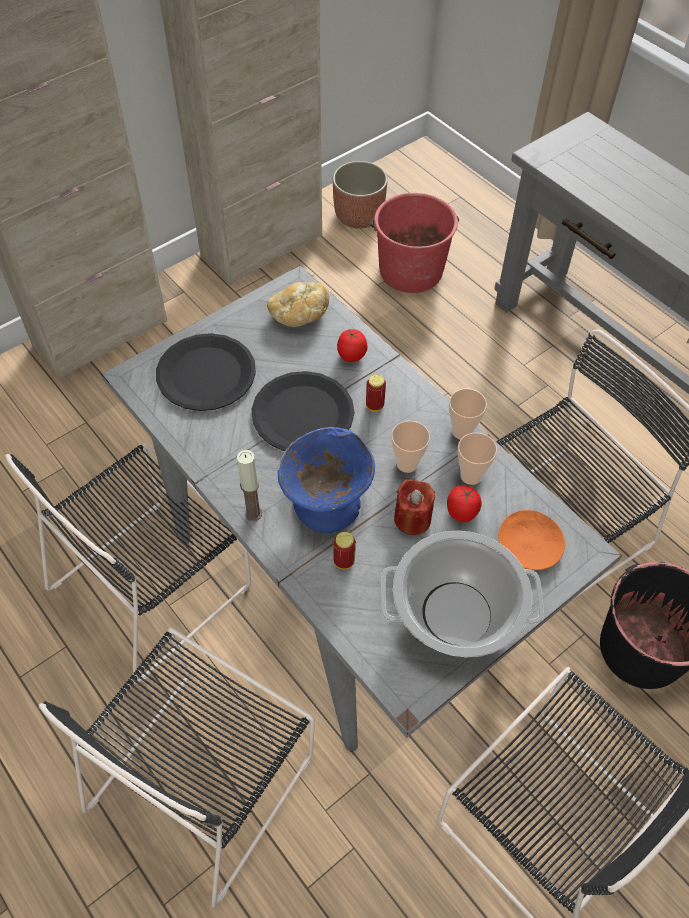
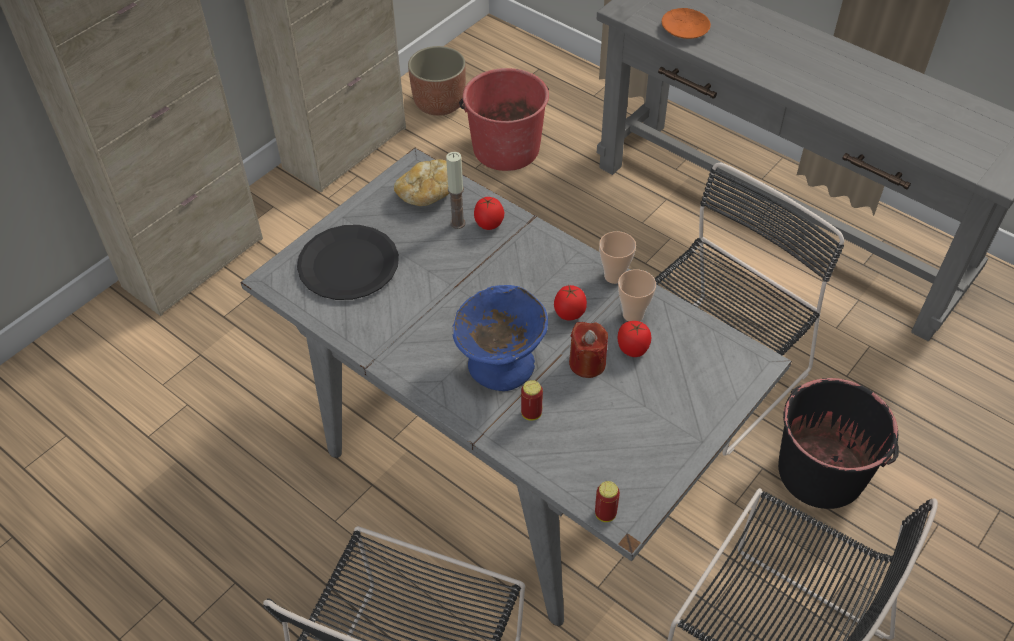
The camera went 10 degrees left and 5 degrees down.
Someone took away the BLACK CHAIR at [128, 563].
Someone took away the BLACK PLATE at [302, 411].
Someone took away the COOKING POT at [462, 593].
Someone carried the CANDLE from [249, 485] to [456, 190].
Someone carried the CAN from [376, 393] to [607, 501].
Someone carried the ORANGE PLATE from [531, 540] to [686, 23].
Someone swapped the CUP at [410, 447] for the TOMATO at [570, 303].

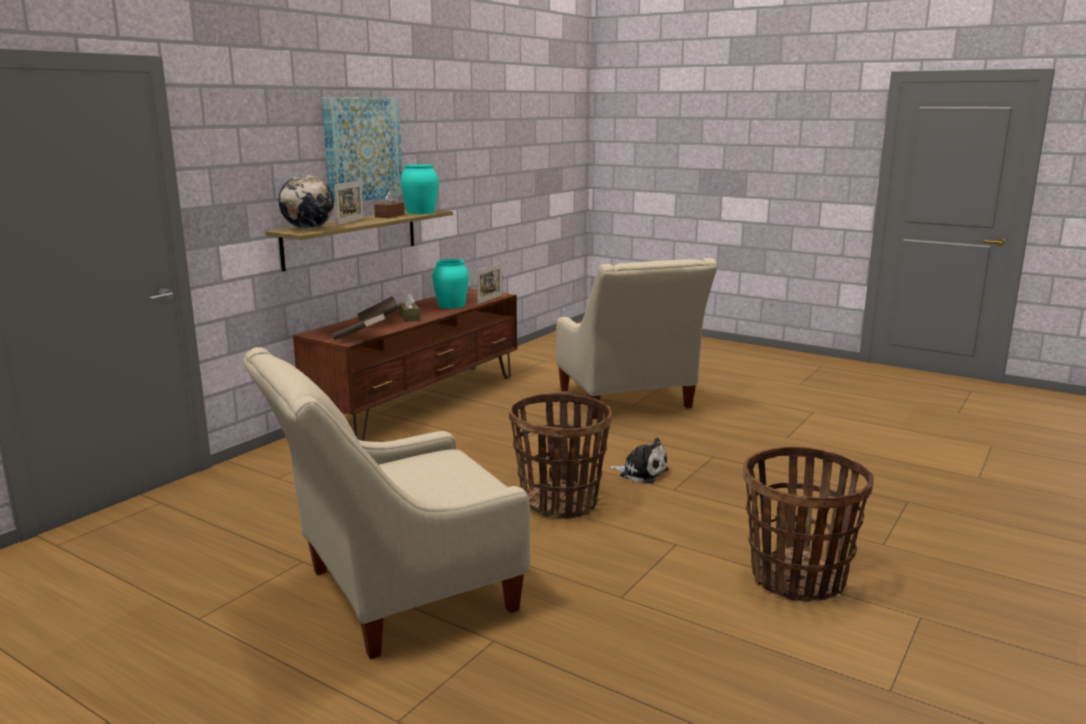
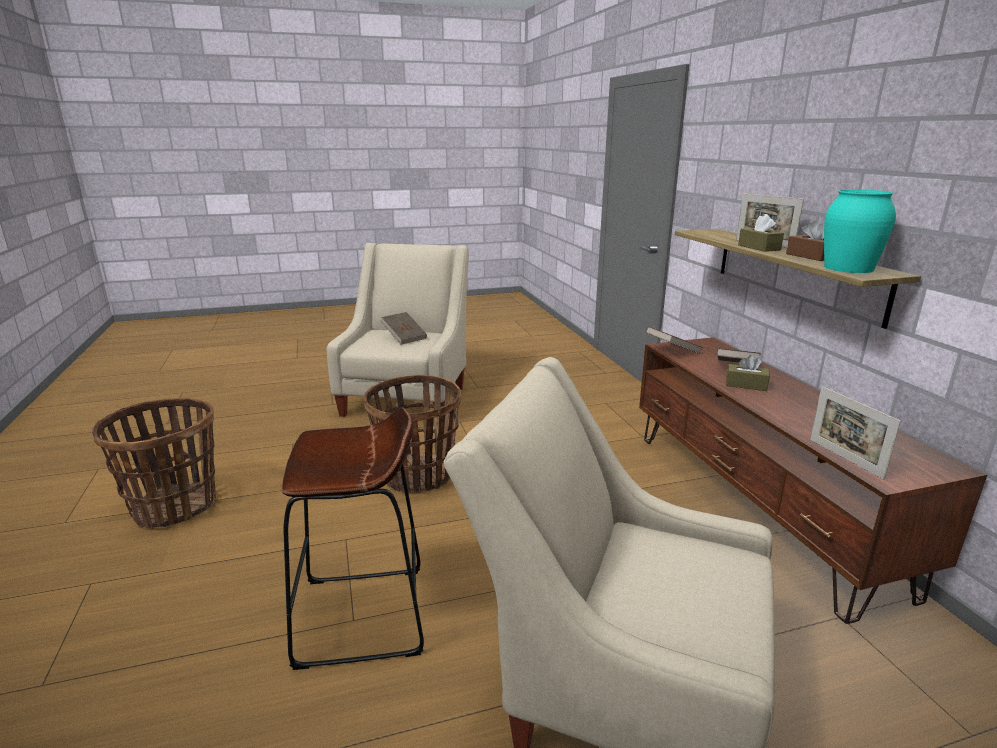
The camera went 130 degrees right and 5 degrees up.
Someone took away the GLOBE at [306, 201].
Someone took away the PICTURE at [362, 150].
Someone took away the TURQUOISE VASE at [450, 284].
Someone took away the PLUSH TOY at [639, 460].
Someone put down the BROWN STOOL at [353, 538].
Someone put down the BROWN BOOK at [404, 328].
Someone put down the BROWN TISSUE BOX at [761, 233].

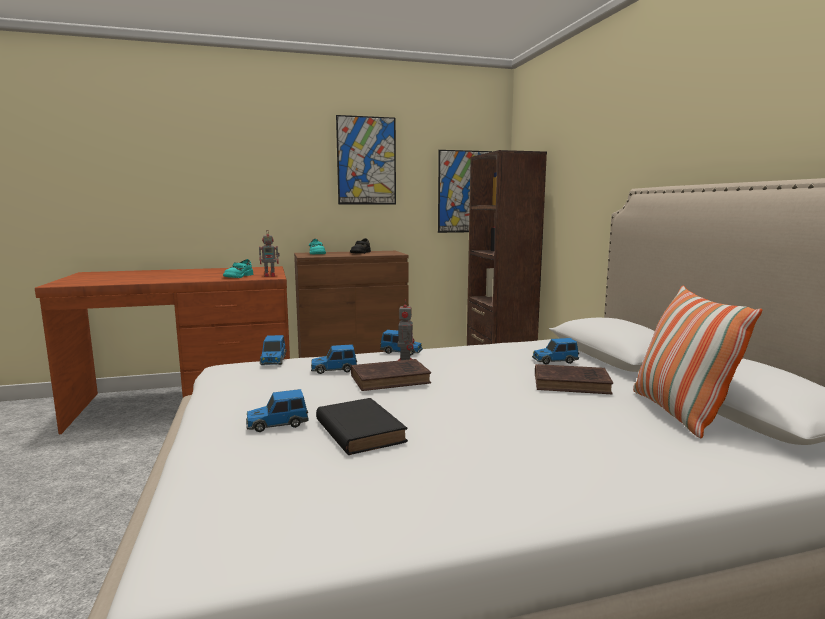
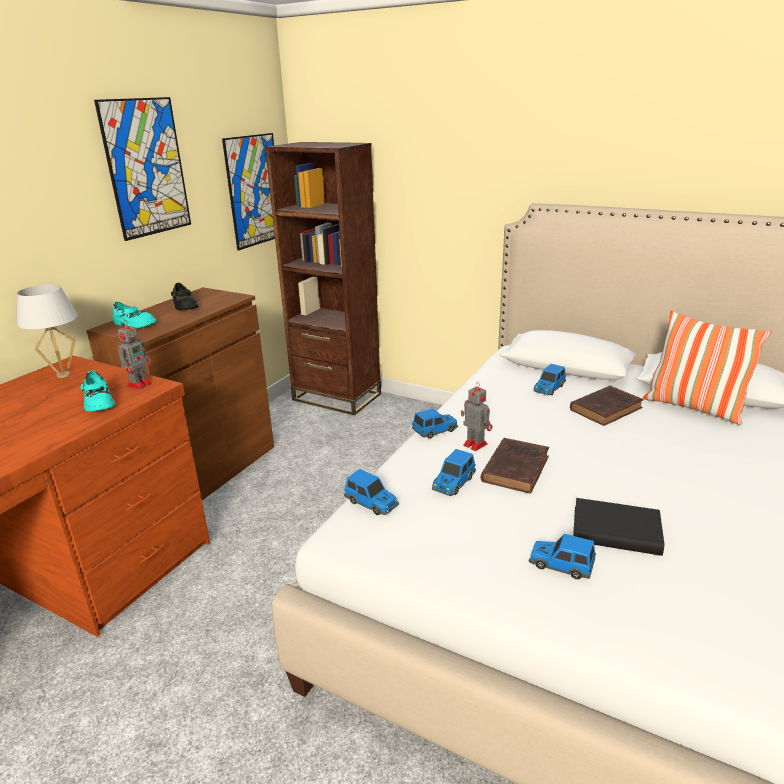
The camera went 45 degrees left and 15 degrees up.
Someone put down the WHITE TABLE LAMP at [47, 331].
Someone rotated the TOY CAR at [277, 410] by 90 degrees clockwise.

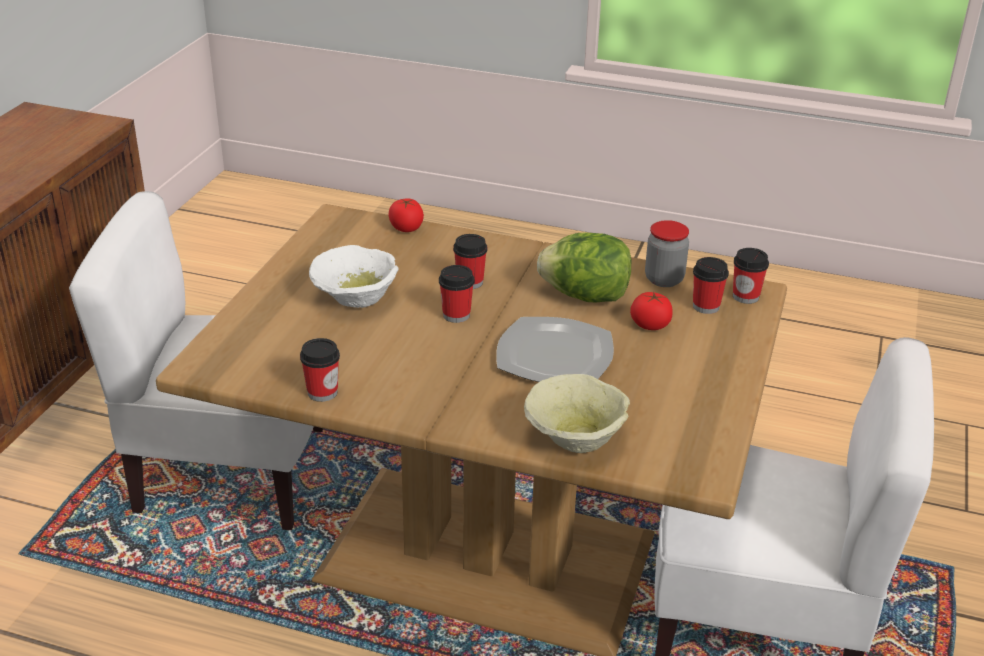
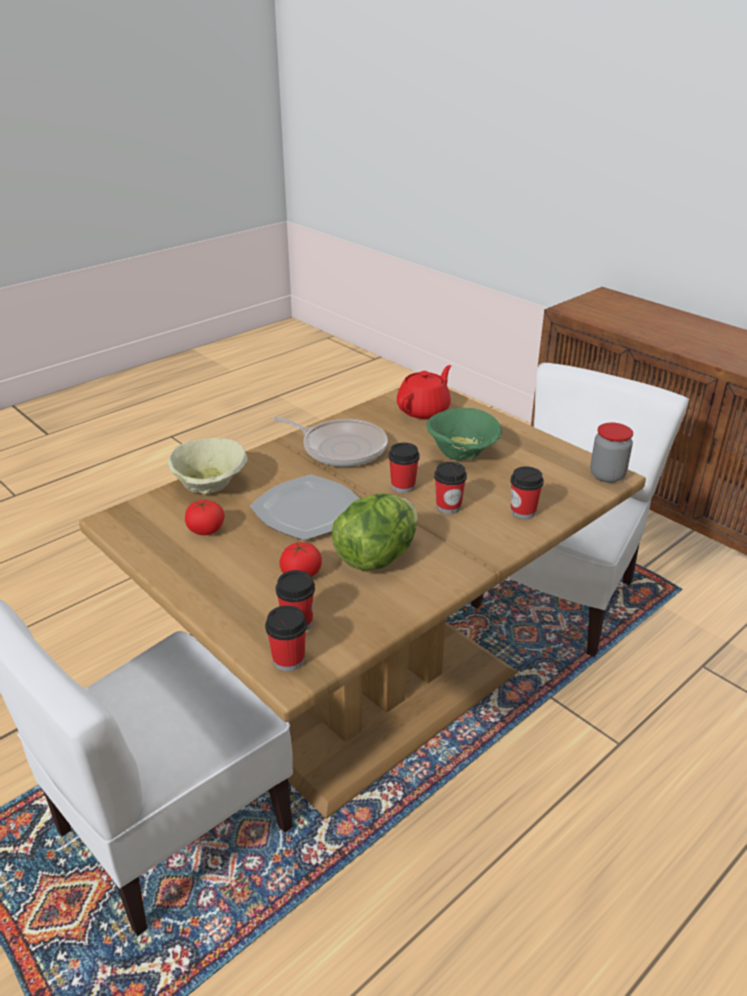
The camera went 120 degrees right and 0 degrees up.
Someone put down the FRYING PAN at [330, 442].
Someone put down the RED TEAPOT at [424, 392].
Someone carried the CUP from [320, 370] to [527, 492].
Someone carried the TOMATO from [406, 215] to [205, 517].
Someone carried the JAR from [667, 253] to [611, 453].
Someone repainted the WHITE BOWL at [353, 276], which became the GREEN BOWL at [464, 434].

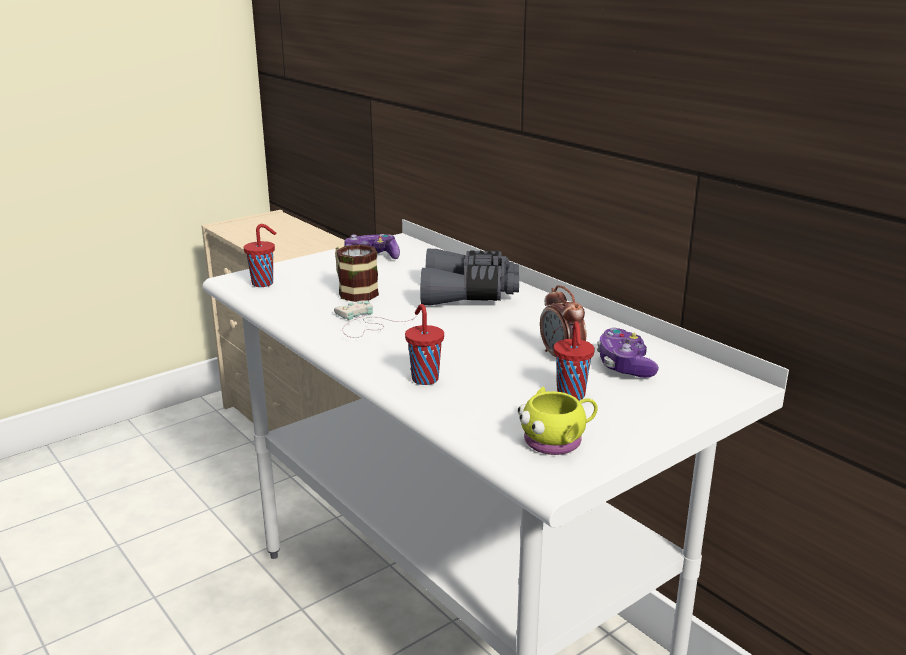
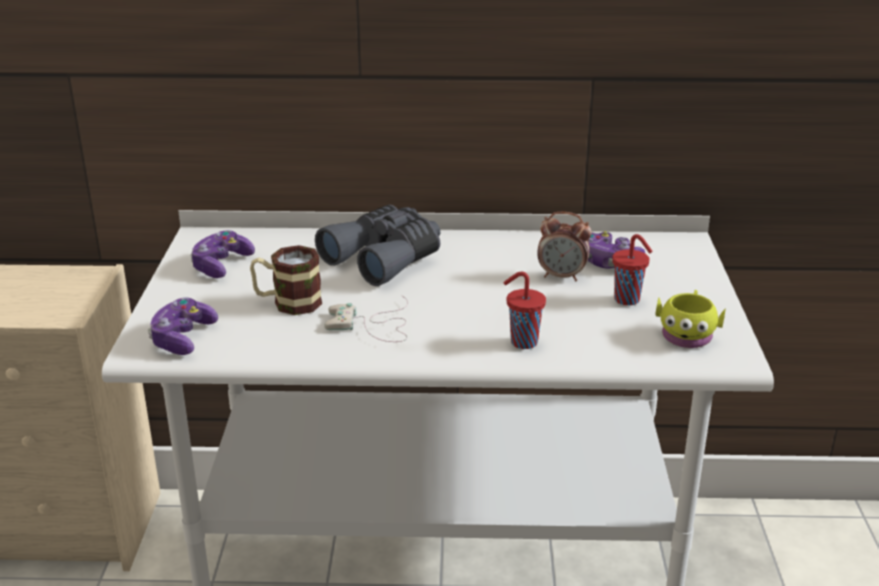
The camera went 50 degrees left and 5 degrees up.
Someone swapped the RED CUP at [260, 255] for the GAME CONTROLLER at [183, 326].

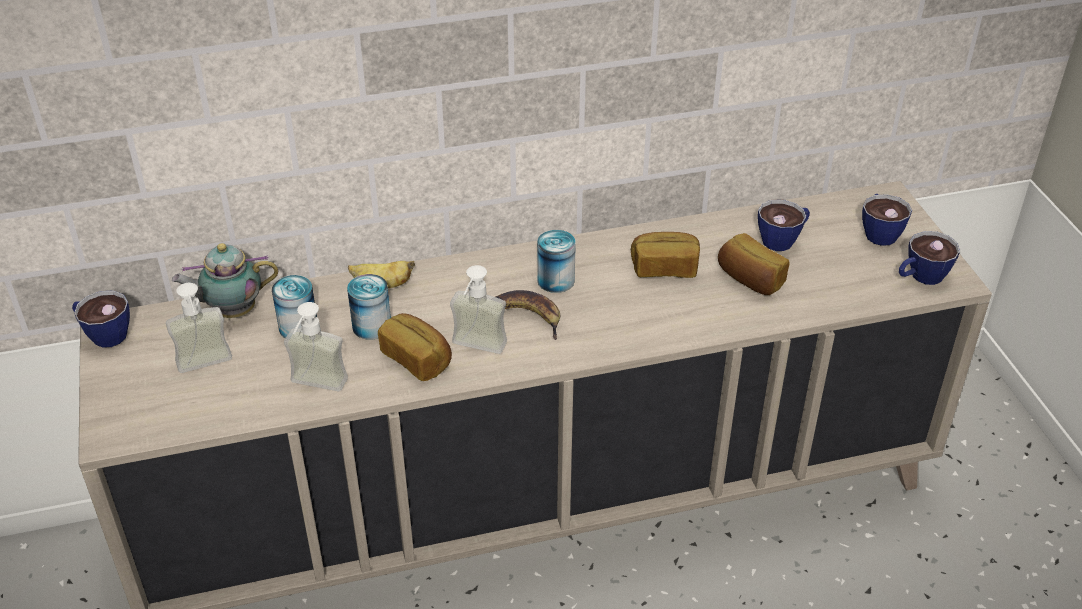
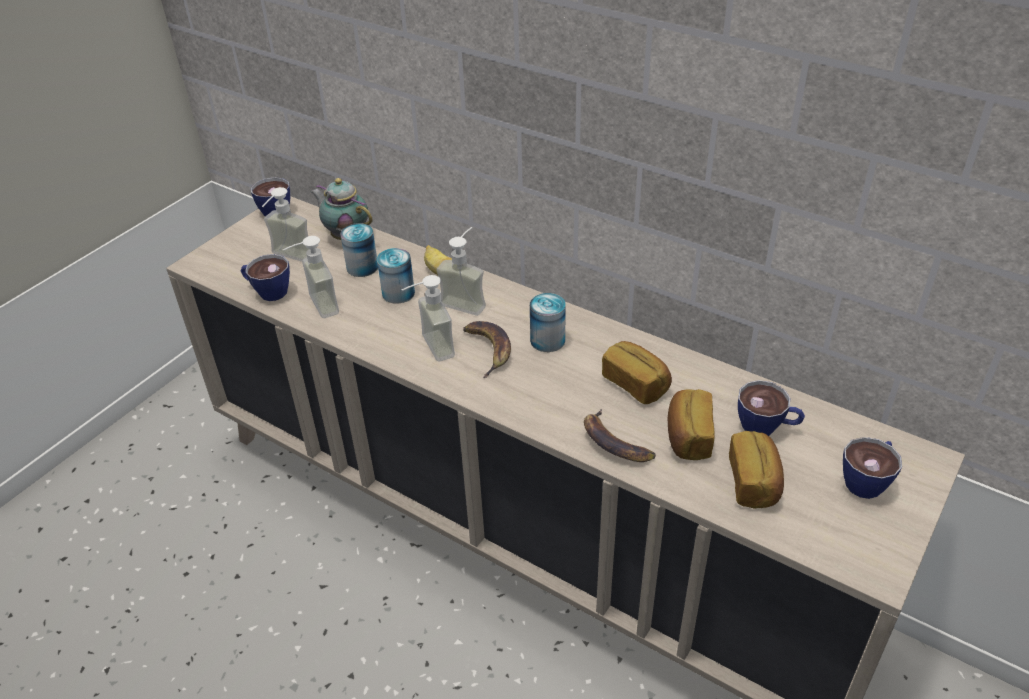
The camera went 50 degrees right and 0 degrees up.
Someone put down the SOAP DISPENSER at [461, 271].
Someone put down the BANANA at [620, 435].
Someone carried the BREAD from [415, 347] to [756, 470].
Someone carried the CUP from [929, 258] to [265, 277].

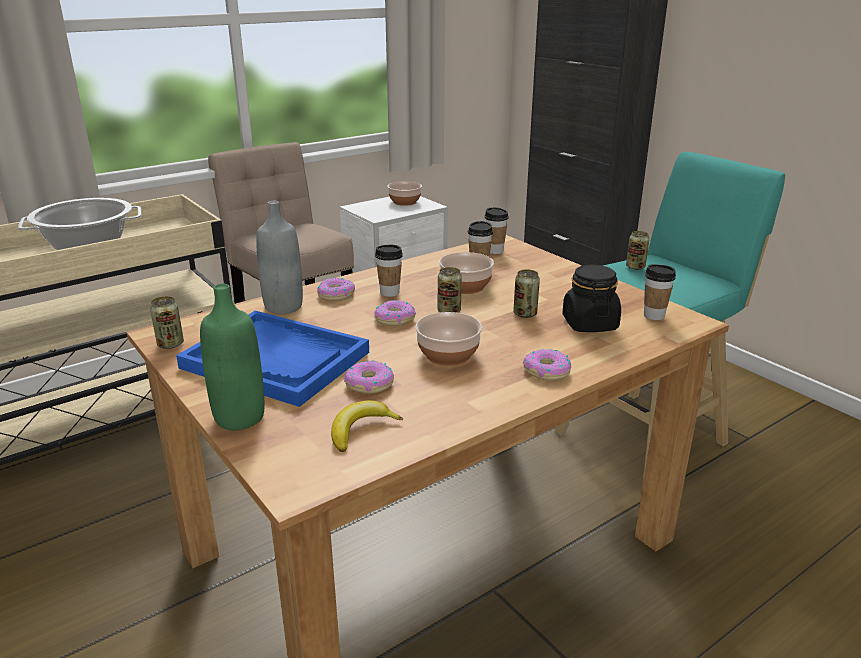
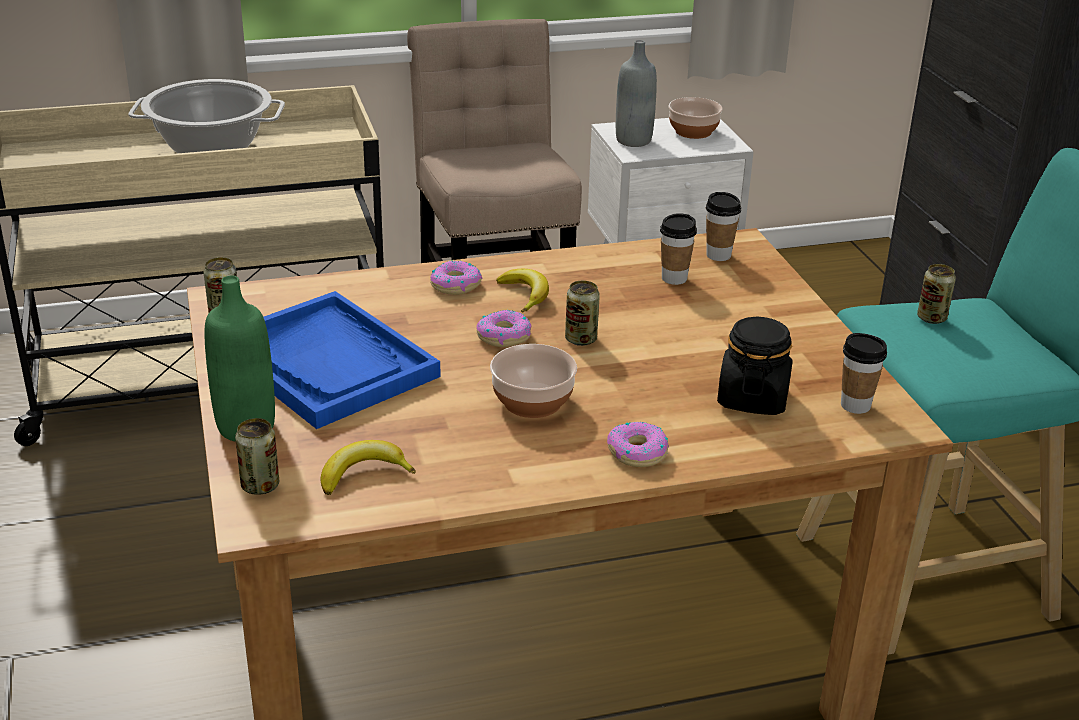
The camera went 20 degrees right and 5 degrees up.
Someone took away the DONUT at [369, 377].
Someone took away the BOWL at [466, 273].
Someone carried the GREY BOTTLE from [279, 257] to [636, 93].
Someone carried the CAN from [526, 293] to [257, 456].
Someone swapped the CUP at [389, 270] for the BANANA at [522, 291].

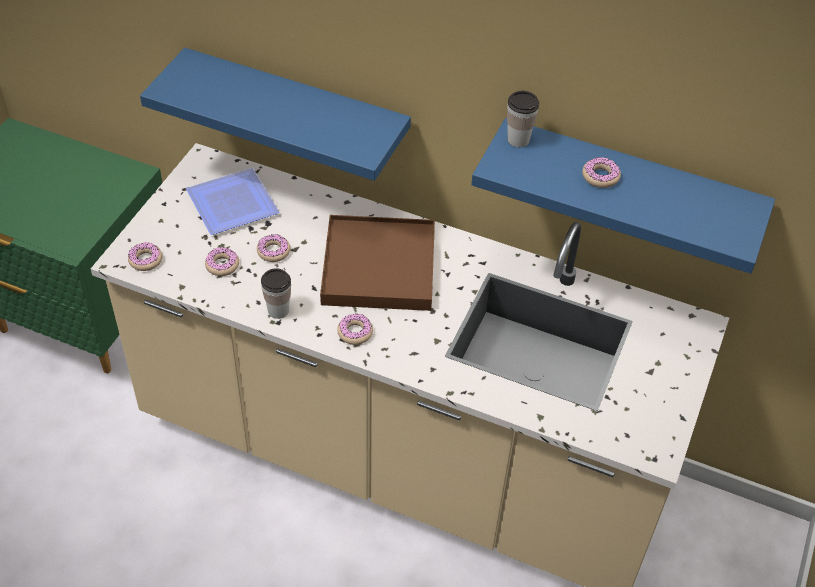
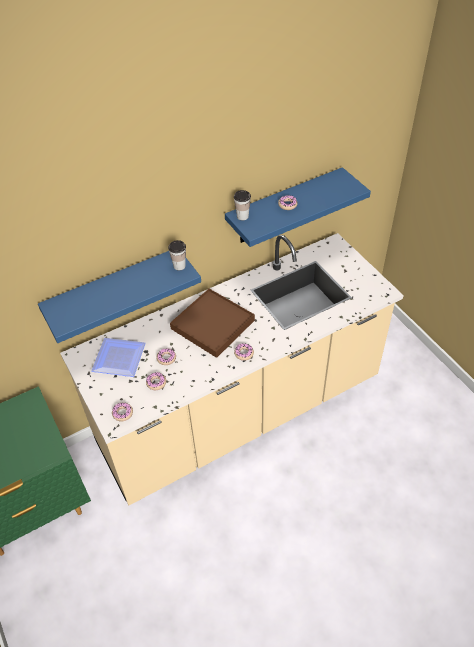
The camera went 50 degrees left and 0 degrees up.
Someone carried the CUP from [276, 293] to [177, 255].

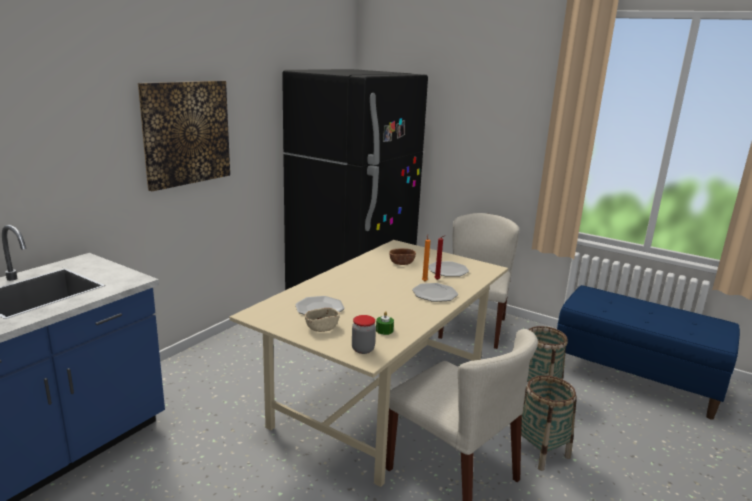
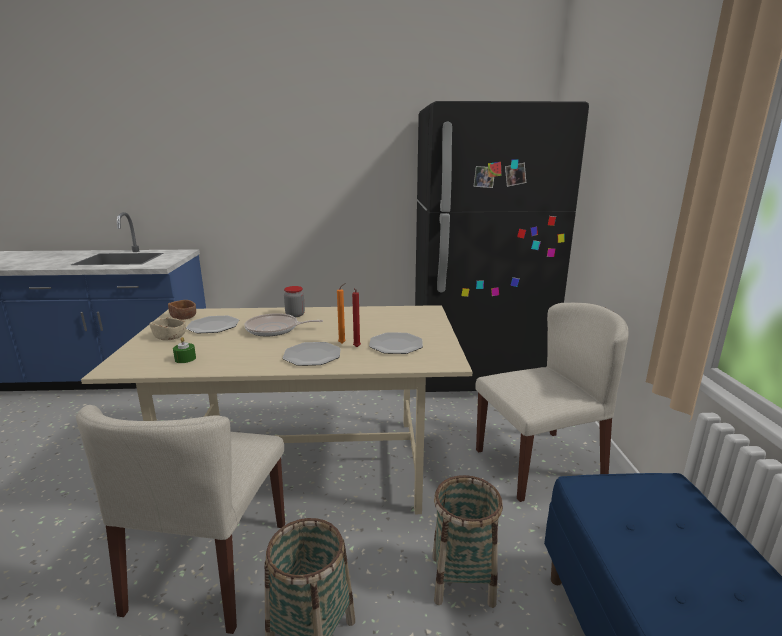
The camera went 55 degrees right and 0 degrees up.
Someone took away the PICTURE at [184, 136].
Someone put down the FRYING PAN at [283, 324].
Someone carried the JAR from [364, 334] to [294, 301].
Someone carried the BROWN BOWL from [402, 256] to [182, 310].

